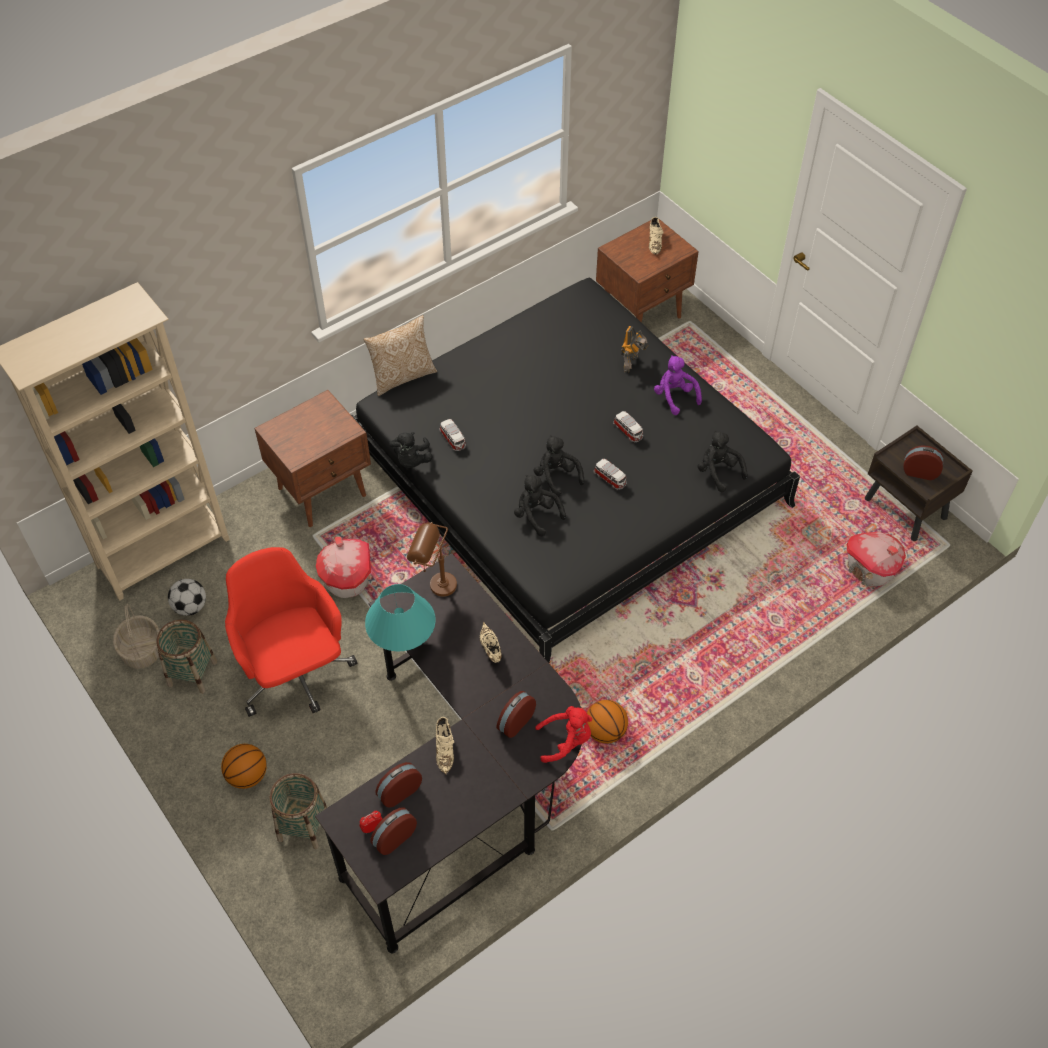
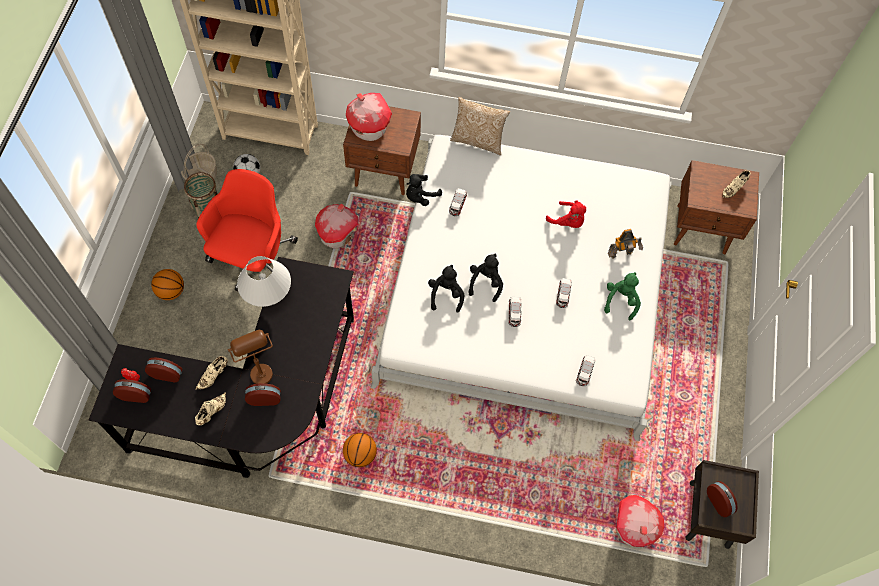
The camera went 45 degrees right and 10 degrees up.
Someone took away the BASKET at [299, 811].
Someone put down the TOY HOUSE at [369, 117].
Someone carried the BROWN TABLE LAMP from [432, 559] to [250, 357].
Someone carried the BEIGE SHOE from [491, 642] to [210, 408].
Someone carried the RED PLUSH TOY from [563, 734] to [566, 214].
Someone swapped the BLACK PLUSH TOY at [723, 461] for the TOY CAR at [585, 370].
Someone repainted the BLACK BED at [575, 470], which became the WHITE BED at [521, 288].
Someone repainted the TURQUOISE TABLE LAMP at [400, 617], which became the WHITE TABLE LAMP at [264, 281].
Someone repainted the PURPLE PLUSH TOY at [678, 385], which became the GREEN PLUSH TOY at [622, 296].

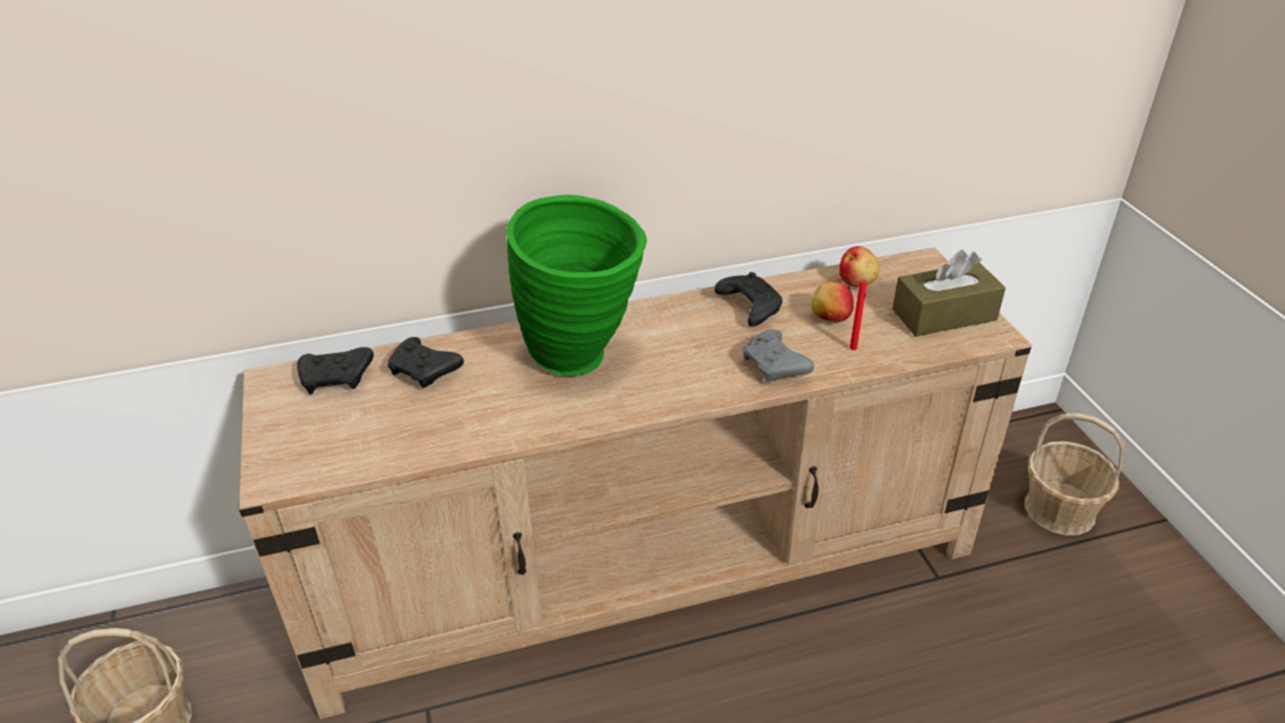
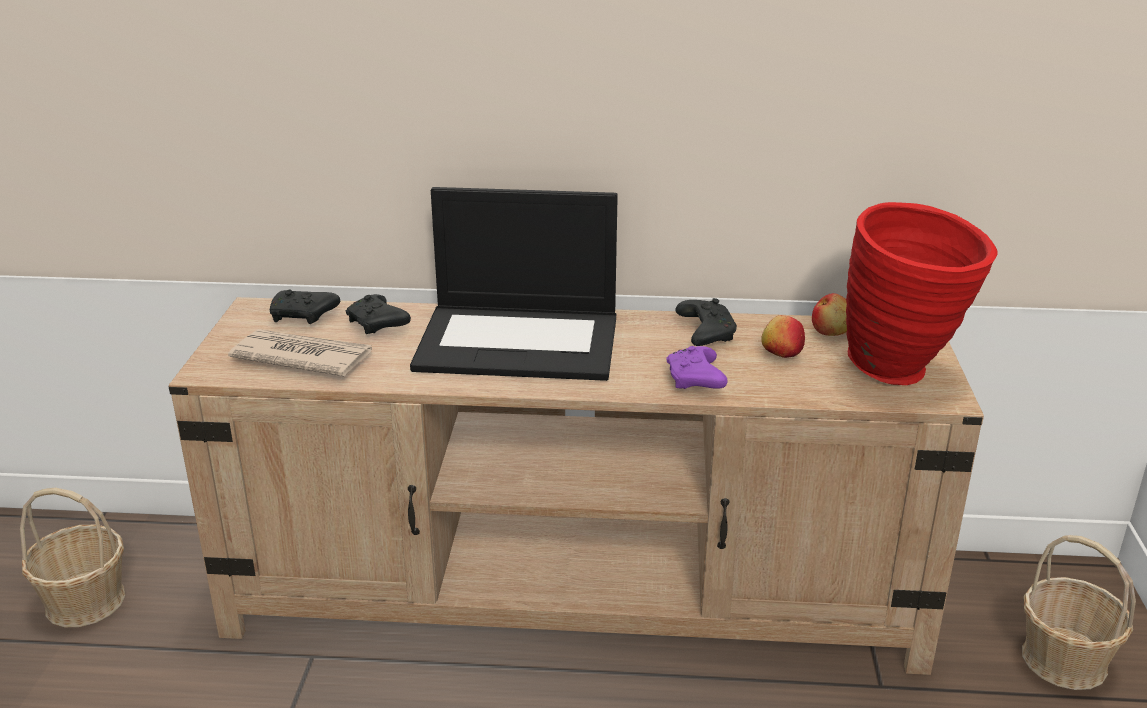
The camera went 20 degrees right and 10 degrees down.
Someone took away the RED CANDLE at [858, 315].
Someone put down the NEWSPAPER at [300, 352].
Someone swapped the GREEN VASE at [576, 285] for the LAPTOP at [514, 284].
Someone swapped the BROWN TISSUE BOX at [949, 293] for the RED VASE at [922, 293].
Someone repainted the GREY GAME CONTROLLER at [778, 355], which became the PURPLE GAME CONTROLLER at [697, 367].

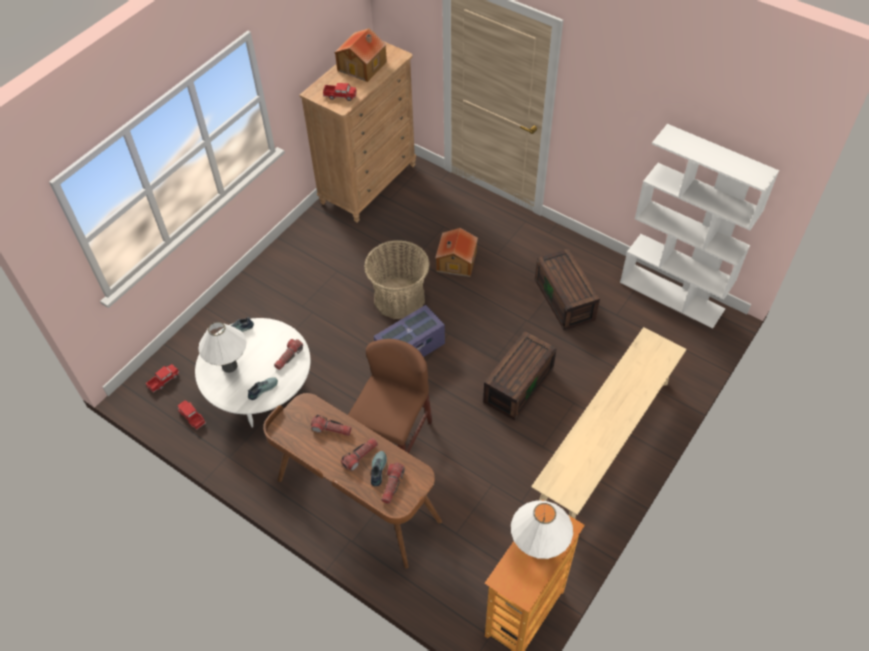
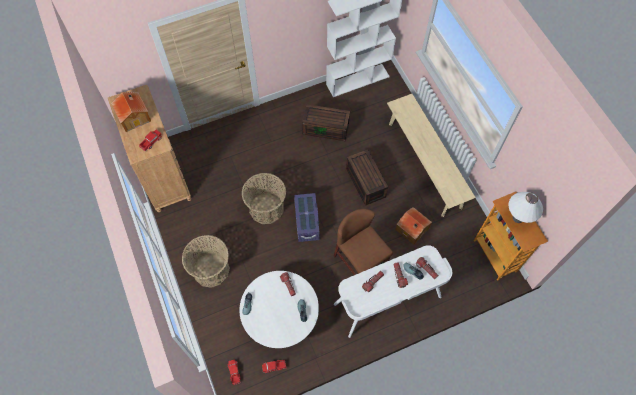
The camera went 60 degrees left and 10 degrees up.
Someone took away the WHITE TABLE LAMP at [222, 347].
Someone put down the BASKET at [206, 261].
Someone carried the TOY HOUSE from [456, 252] to [413, 226].
Someone repainted the BROWN DESK at [352, 481], which became the WHITE DESK at [393, 291].

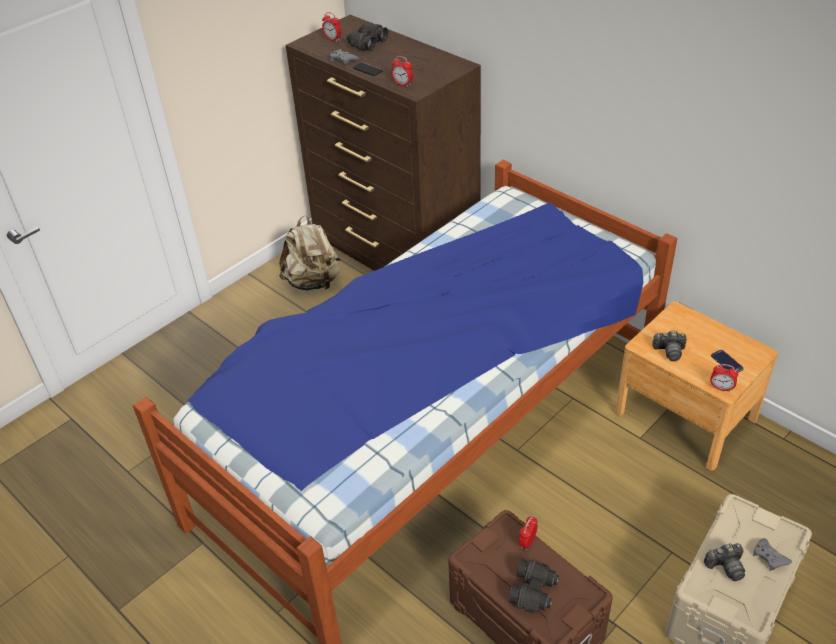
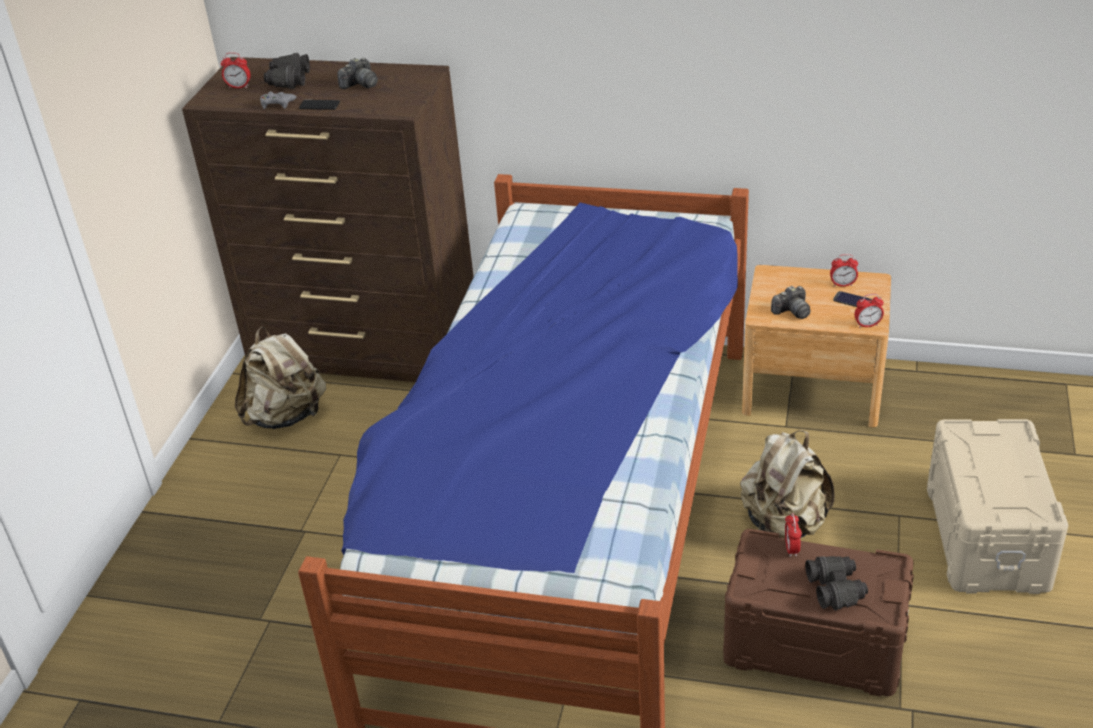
The camera went 30 degrees left and 5 degrees down.
Someone took away the GREY GAME CONTROLLER at [772, 554].
Someone put down the BEIGE BACKPACK at [787, 484].
Someone carried the ALARM CLOCK from [402, 71] to [844, 270].
Someone carried the PHOTO CAMERA from [724, 562] to [357, 73].

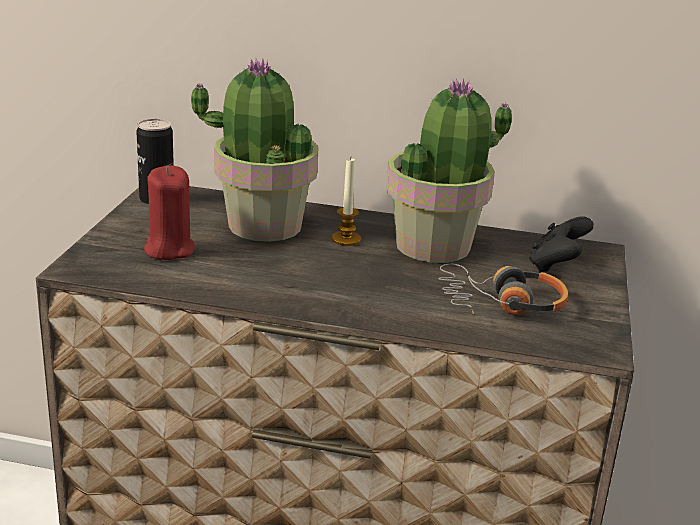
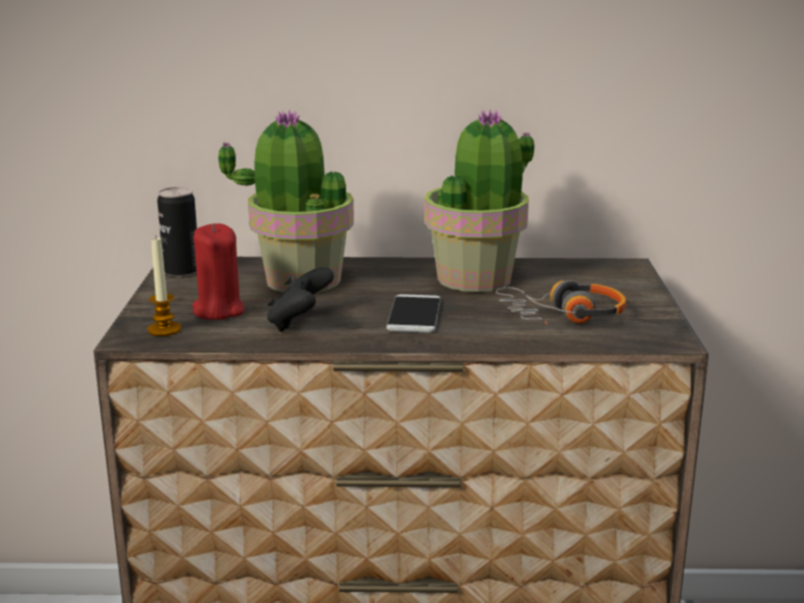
The camera went 10 degrees left and 5 degrees down.
Someone put down the PHONE at [413, 313].
Someone carried the CANDLE from [346, 202] to [164, 287].
Someone carried the BLACK GAME CONTROLLER from [561, 244] to [300, 299].

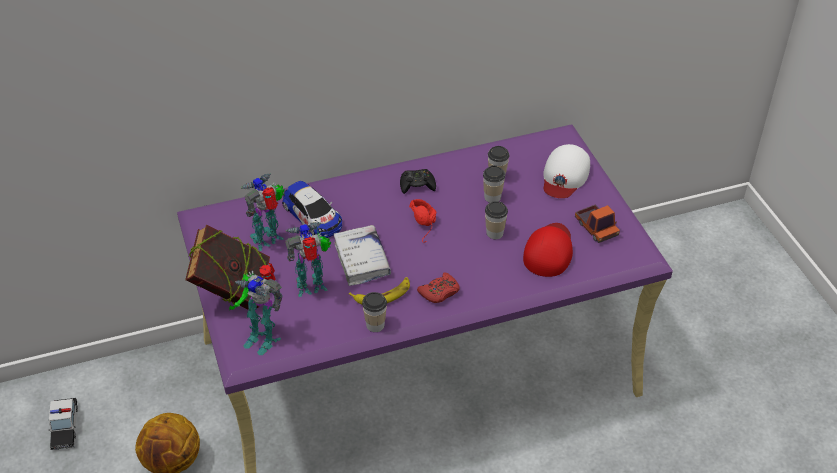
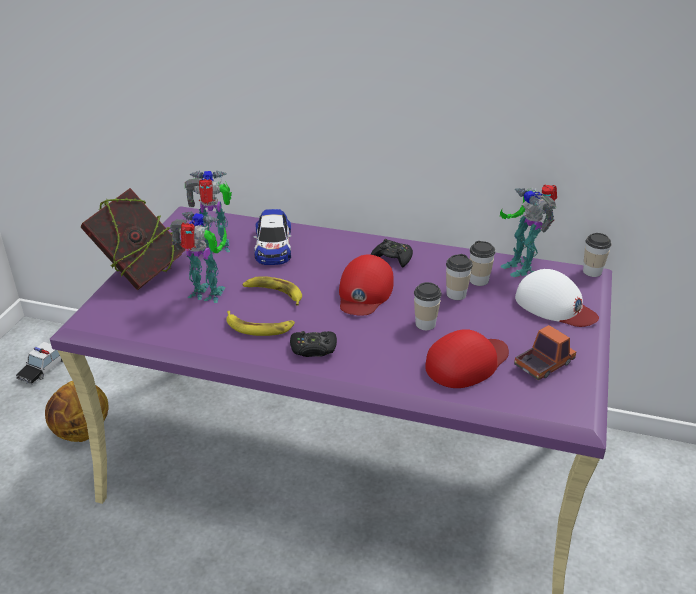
The camera went 35 degrees right and 10 degrees down.
Someone carried the TOY ROBOT from [256, 309] to [528, 230].
Someone carried the CUP from [374, 312] to [597, 255].
Someone swapped the WHITE BOOK at [362, 255] for the BANANA at [272, 290].
Someone swapped the RED HEADPHONES at [422, 221] for the RED CAP at [366, 285].
Someone repainted the RED GAME CONTROLLER at [438, 287], which became the BLACK GAME CONTROLLER at [313, 344].
Someone rotated the WHITE CAP at [566, 171] by 105 degrees counterclockwise.
Someone rotated the TOY TRUCK at [597, 223] by 135 degrees counterclockwise.

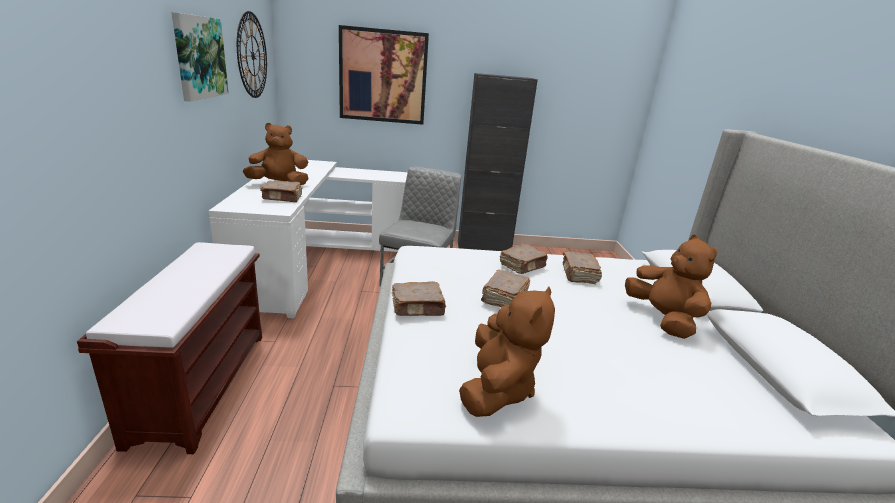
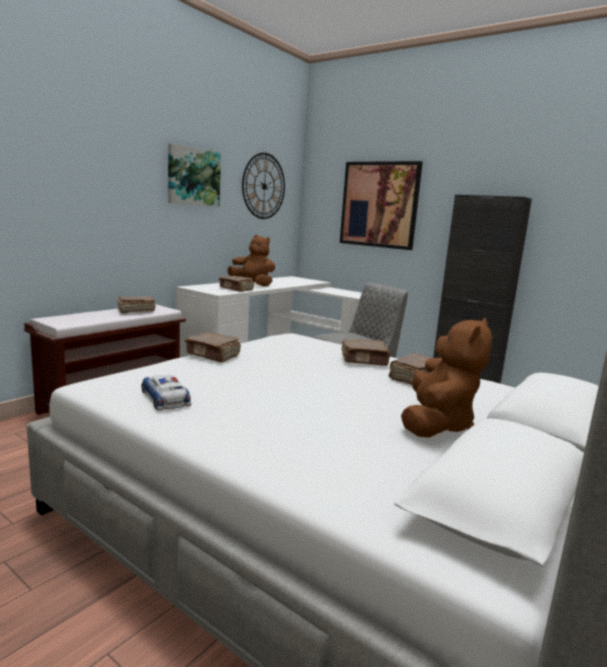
The camera went 40 degrees right and 10 degrees down.
Someone carried the BROWN BOOK from [505, 288] to [136, 304].
Someone swapped the BROWN PLUSH TOY at [507, 351] for the TOY CAR at [166, 393].

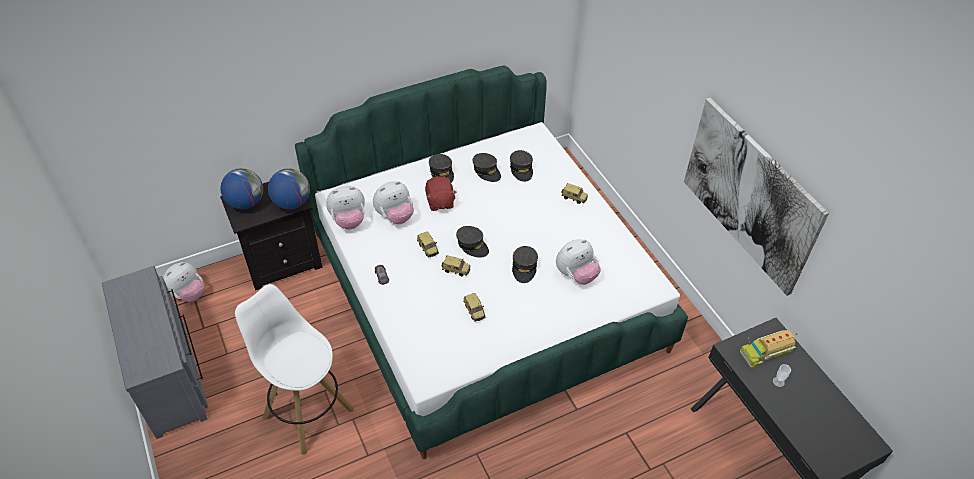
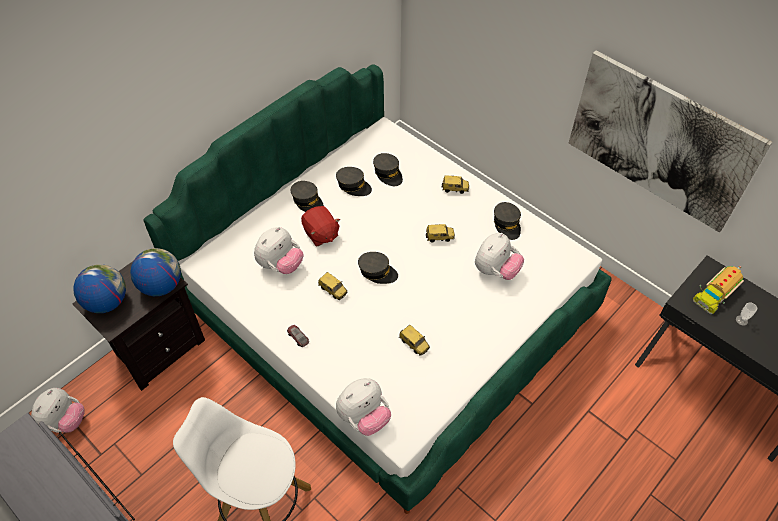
The camera went 20 degrees left and 5 degrees up.
Someone carried the PLUSH TOY from [345, 207] to [363, 407].
Someone carried the TOY CAR from [456, 265] to [440, 233].
Someone carried the GREY CAP from [525, 264] to [507, 221].

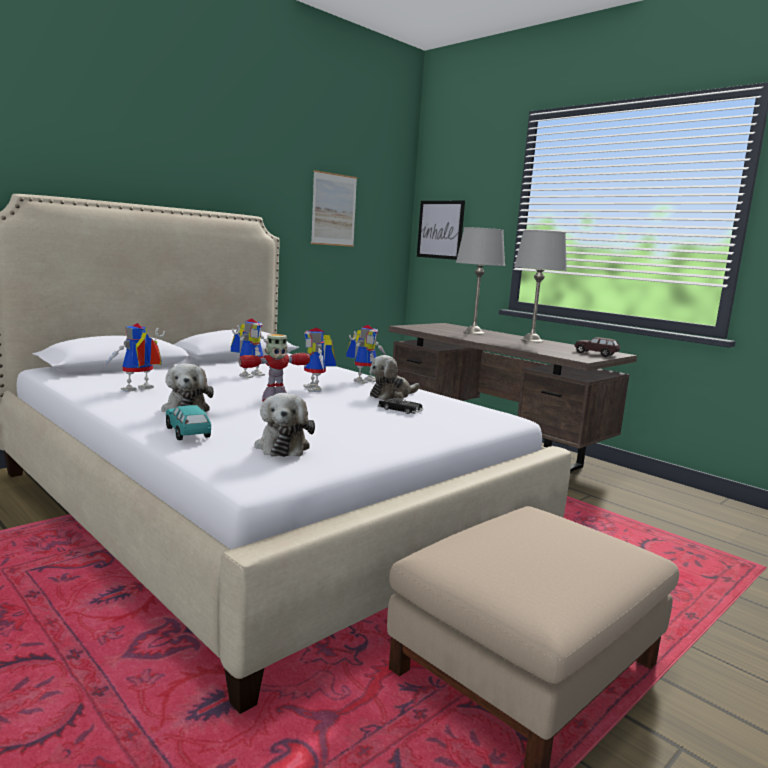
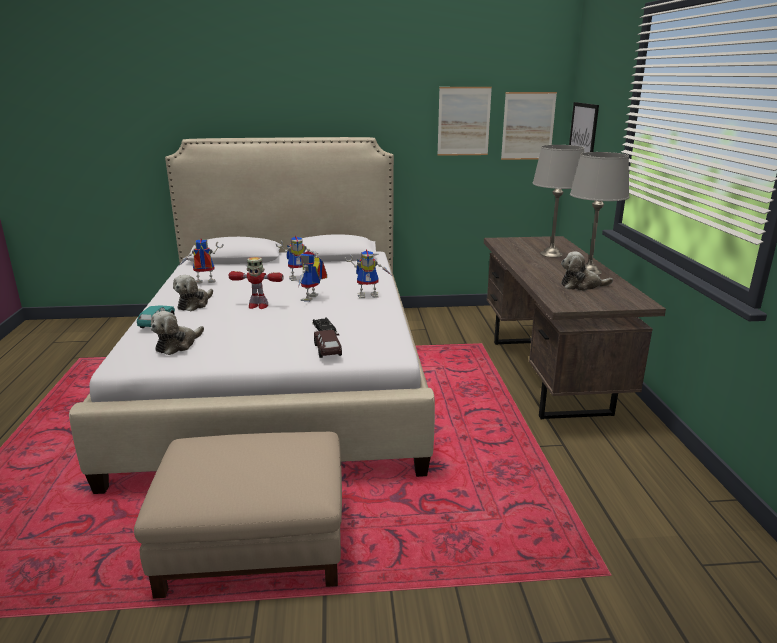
The camera went 40 degrees right and 10 degrees up.
Someone put up the PICTURE at [529, 126].
Someone carried the PLUSH TOY from [394, 377] to [587, 271].
Someone carried the BROWN TOY CAR from [597, 347] to [328, 344].

